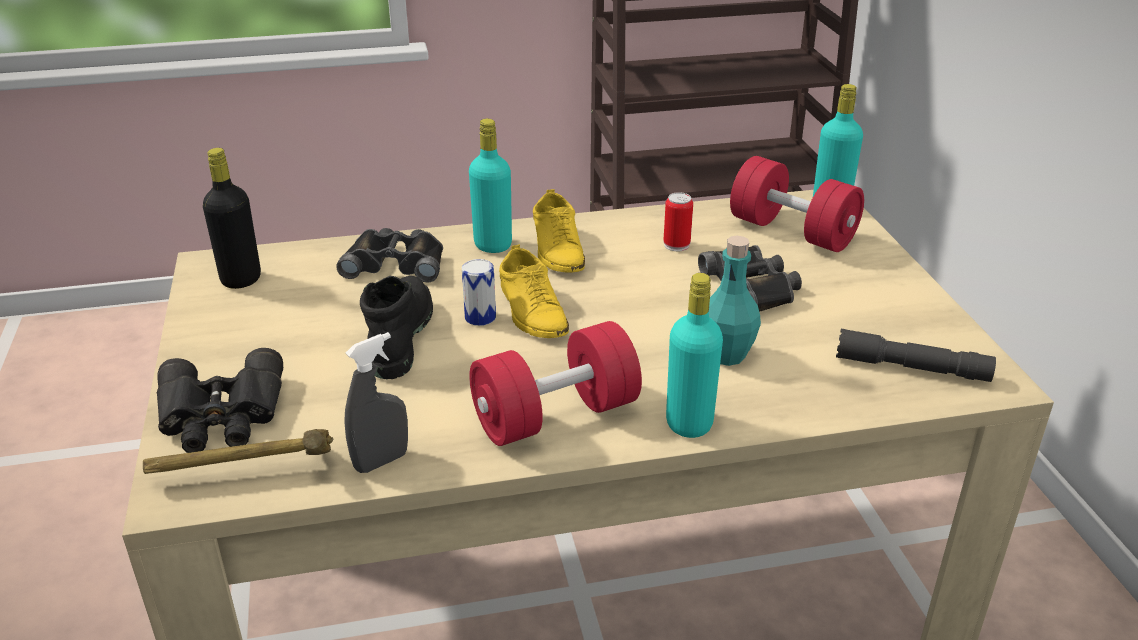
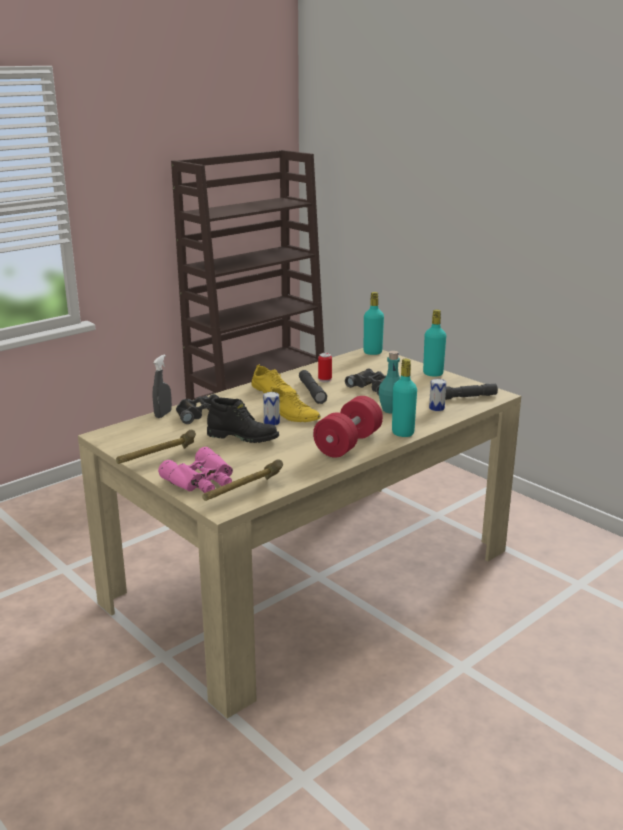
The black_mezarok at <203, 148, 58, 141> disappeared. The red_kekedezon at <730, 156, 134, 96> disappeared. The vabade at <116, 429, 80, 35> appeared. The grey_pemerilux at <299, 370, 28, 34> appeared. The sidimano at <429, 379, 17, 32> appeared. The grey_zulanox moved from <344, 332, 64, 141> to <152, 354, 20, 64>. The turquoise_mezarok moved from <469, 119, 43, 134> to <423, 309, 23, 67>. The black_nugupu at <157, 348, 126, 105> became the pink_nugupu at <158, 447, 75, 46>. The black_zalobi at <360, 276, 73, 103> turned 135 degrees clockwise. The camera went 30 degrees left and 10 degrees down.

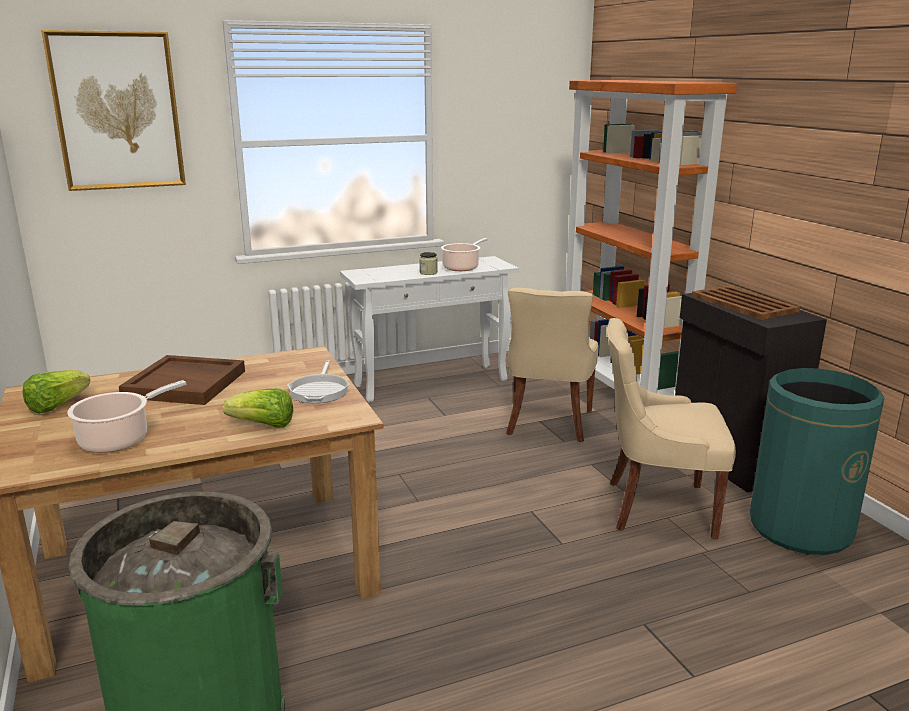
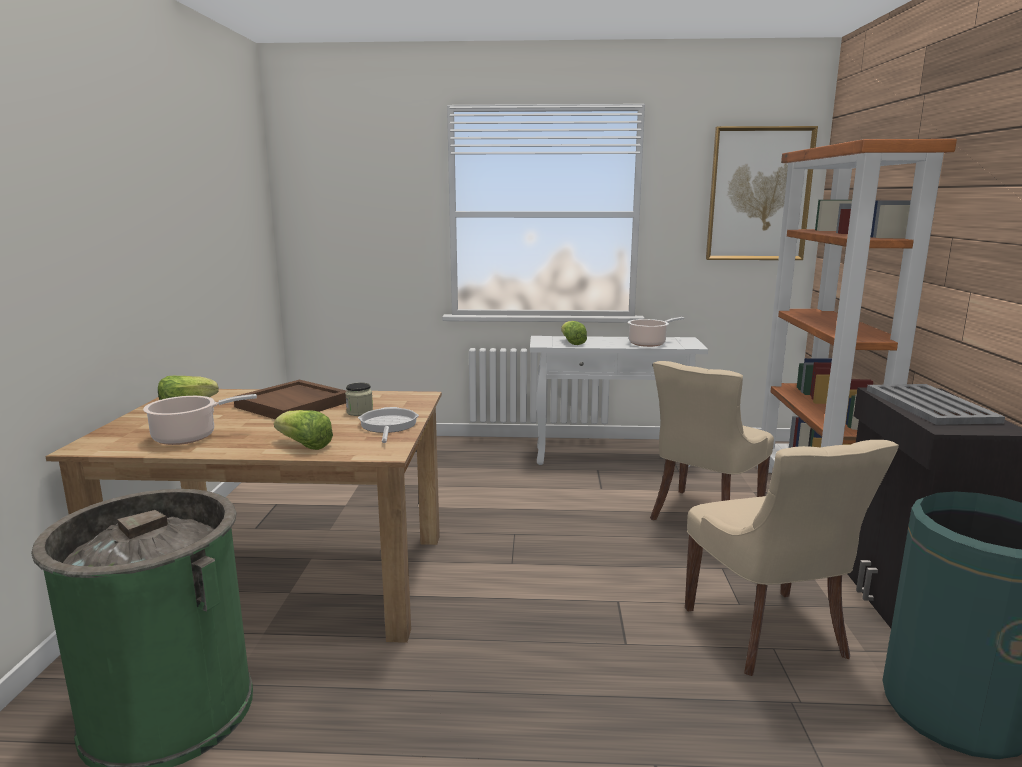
The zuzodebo at <561, 321, 26, 24> appeared. The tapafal moved from <41, 30, 145, 161> to <706, 126, 112, 134>. The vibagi moved from <419, 252, 19, 23> to <345, 383, 28, 33>. The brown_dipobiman at <692, 285, 108, 35> became the grey_dipobiman at <867, 384, 138, 41>. The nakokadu at <287, 360, 63, 43> turned 150 degrees clockwise. The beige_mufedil at <607, 318, 129, 221> turned 135 degrees counterclockwise. The camera went 25 degrees right and 5 degrees down.

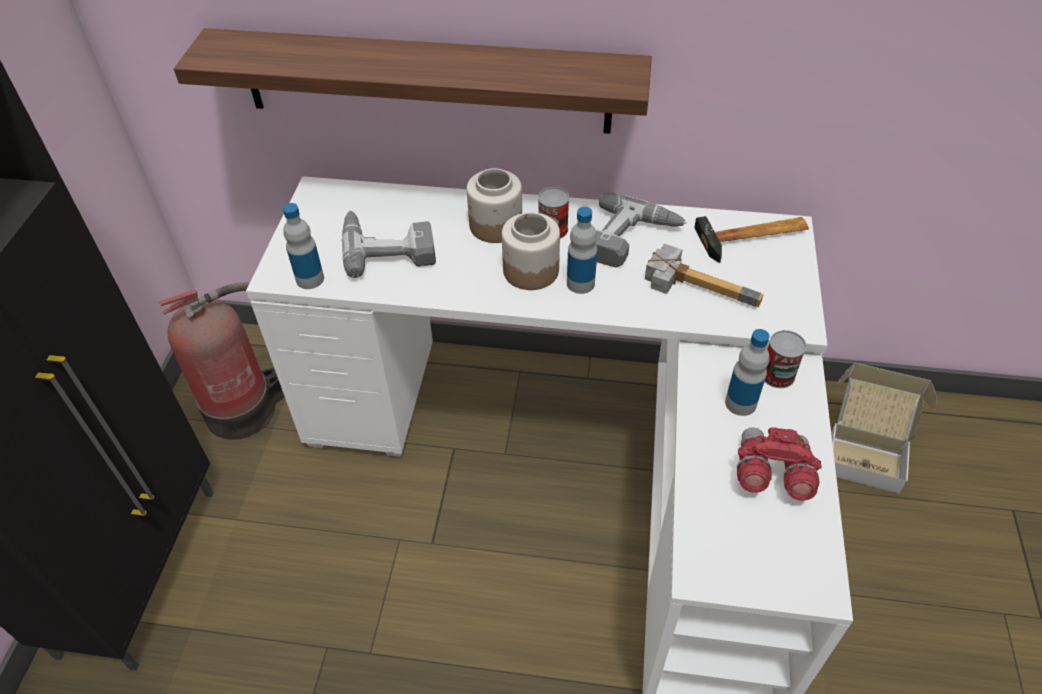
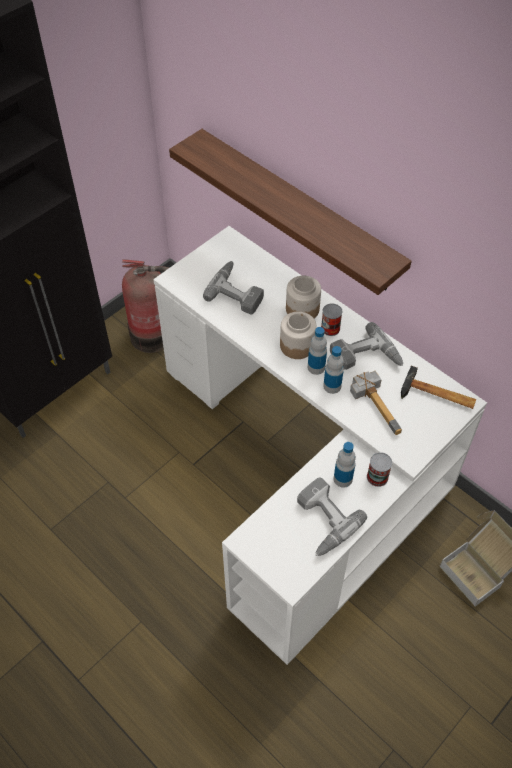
The mezarok moved from <283, 203, 41, 86> to <323, 346, 21, 48>. The red_nugupu at <737, 427, 85, 74> was replaced by the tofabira at <297, 477, 70, 79>. The camera went 35 degrees right and 5 degrees up.

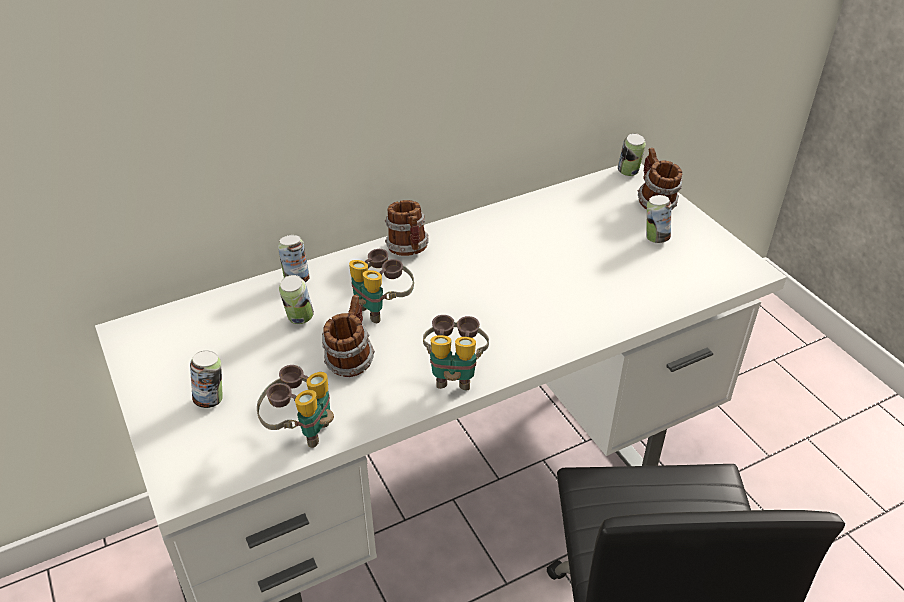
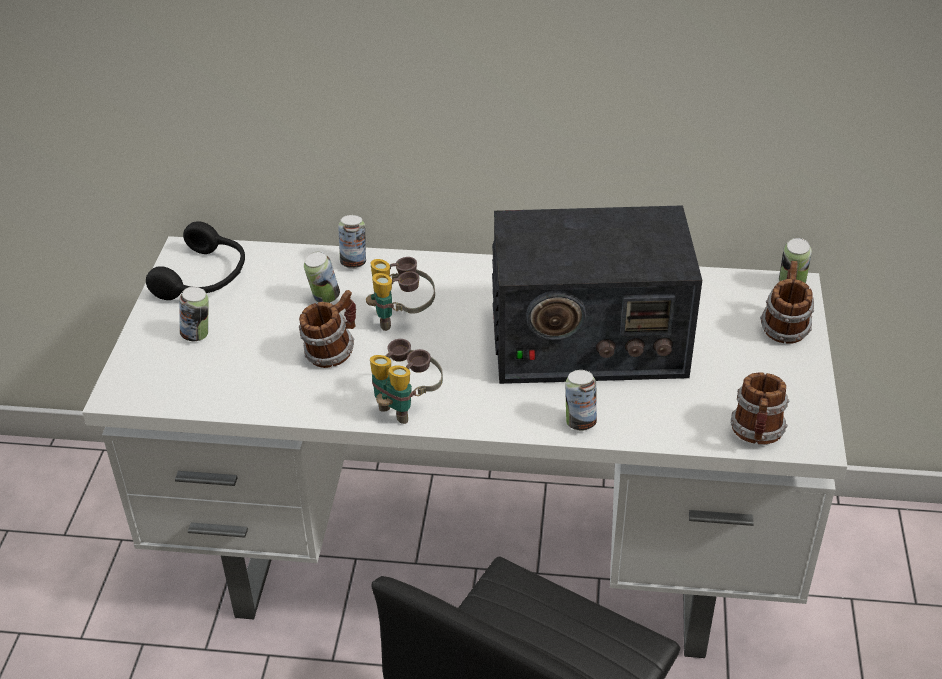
The nugupu at <257, 365, 77, 83> disappeared. The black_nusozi at <146, 221, 99, 79> appeared. The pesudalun at <492, 205, 210, 179> appeared. The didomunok moved from <385, 200, 44, 56> to <731, 372, 58, 72>. The sidimano moved from <646, 195, 26, 49> to <565, 370, 32, 61>. The camera went 35 degrees right and 0 degrees up.

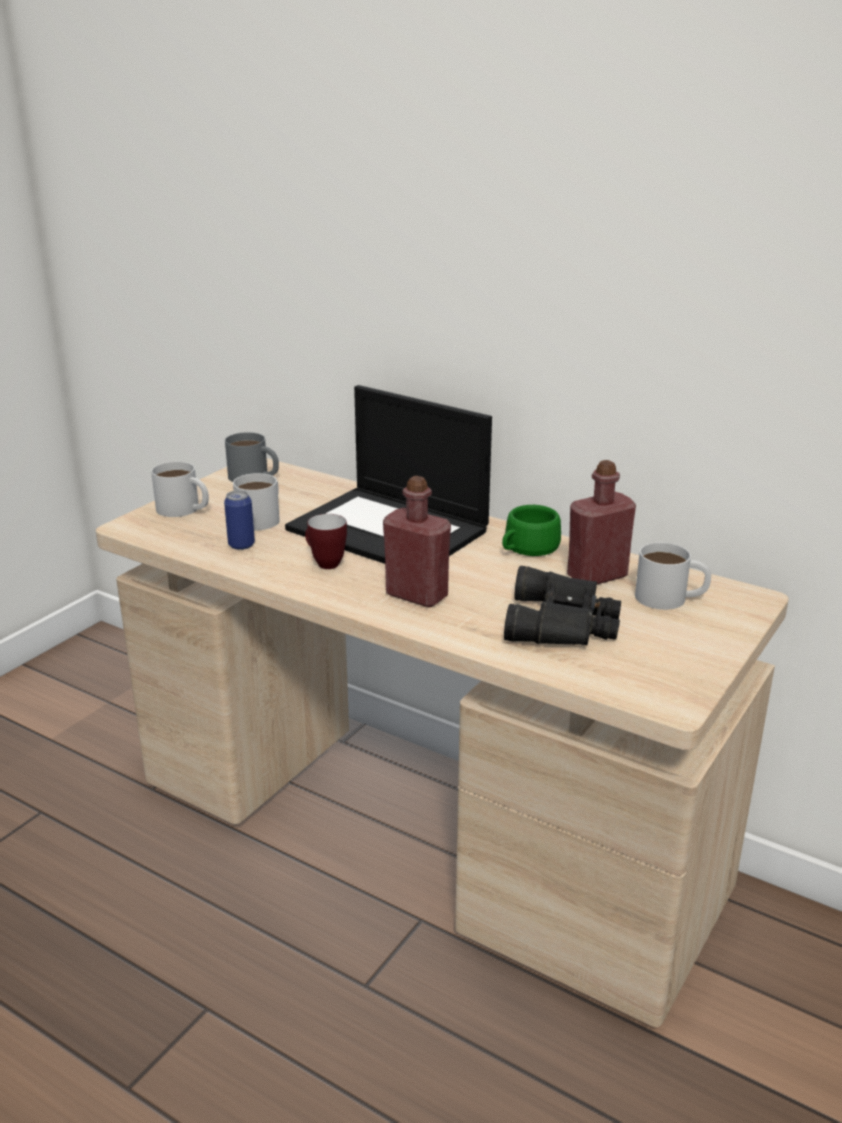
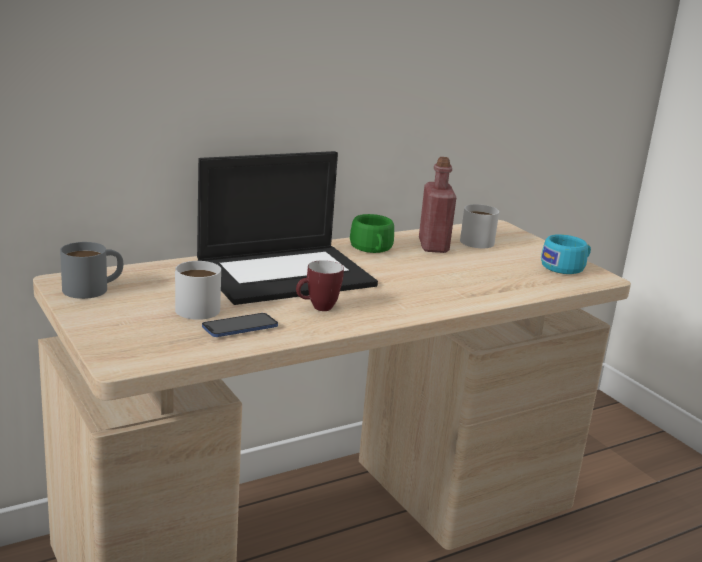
The white_didomunok at <151, 461, 58, 56> disappeared. The red_mezarok at <383, 476, 68, 132> disappeared. The black_nugupu at <504, 566, 117, 79> disappeared. The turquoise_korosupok at <541, 234, 50, 40> appeared. The sidimano at <224, 490, 31, 60> was replaced by the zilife at <202, 313, 76, 24>. The camera went 65 degrees left and 5 degrees down.

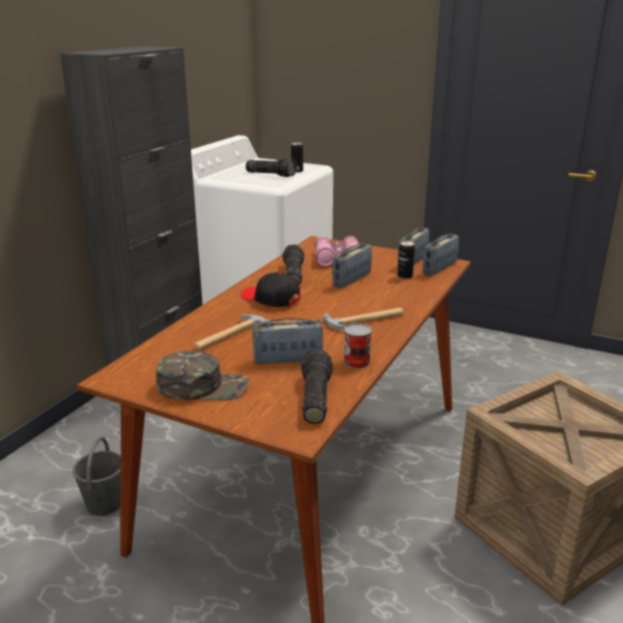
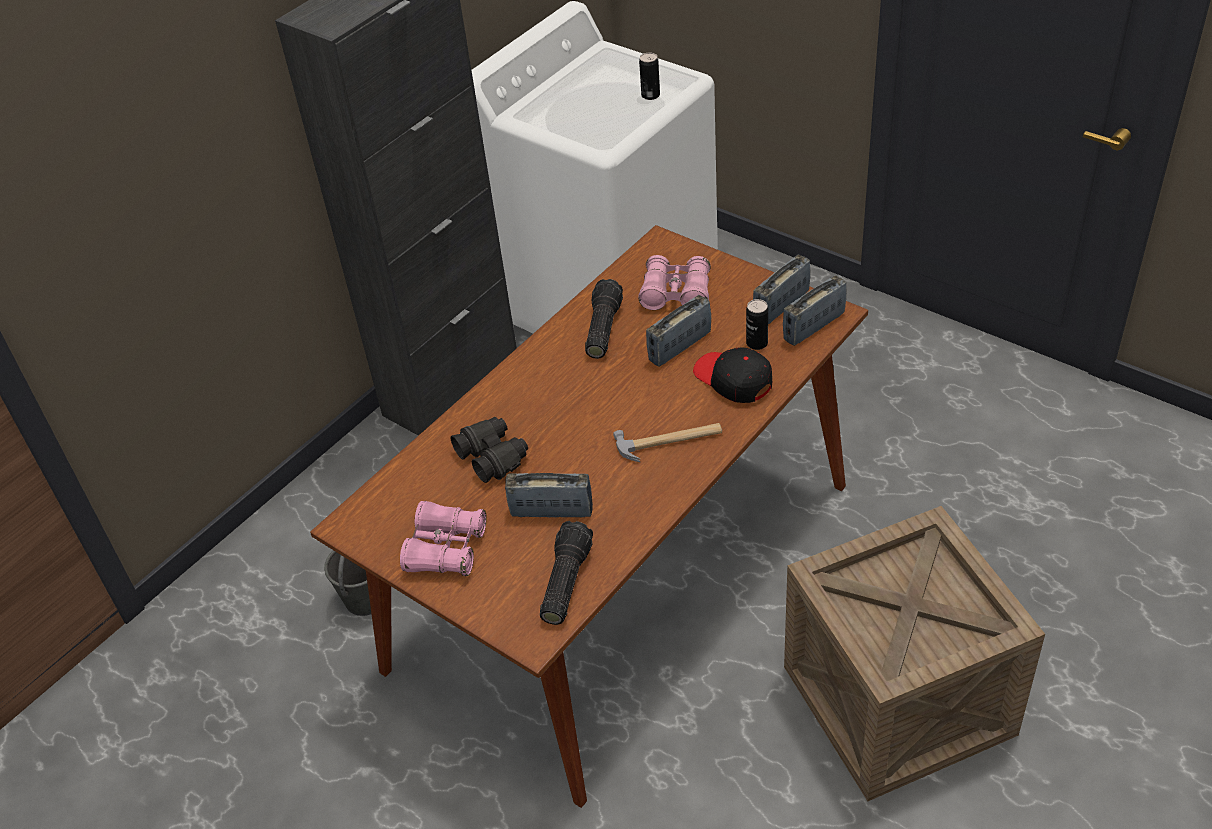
The pemerilux at <246, 158, 50, 19> disappeared. The sidimano at <344, 323, 28, 46> disappeared. The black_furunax moved from <240, 272, 60, 35> to <693, 347, 79, 56>. The green_furunax at <156, 351, 93, 49> was replaced by the pink_nugupu at <400, 501, 87, 75>. The vabade at <194, 315, 77, 35> was replaced by the black_nugupu at <451, 417, 77, 66>. The camera went 15 degrees right and 20 degrees up.

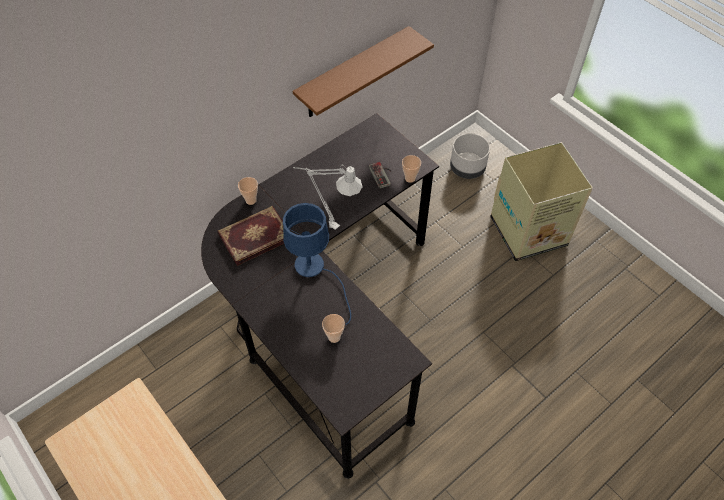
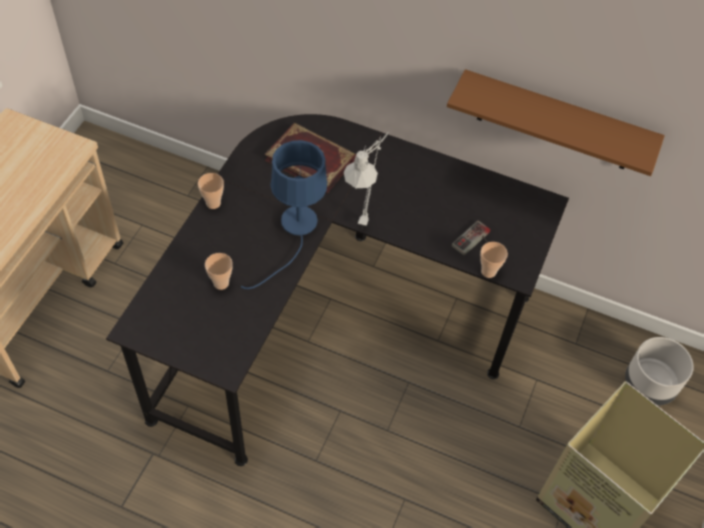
The korosupok moved from <238, 177, 20, 28> to <198, 173, 26, 36>. The camera went 60 degrees right and 0 degrees up.

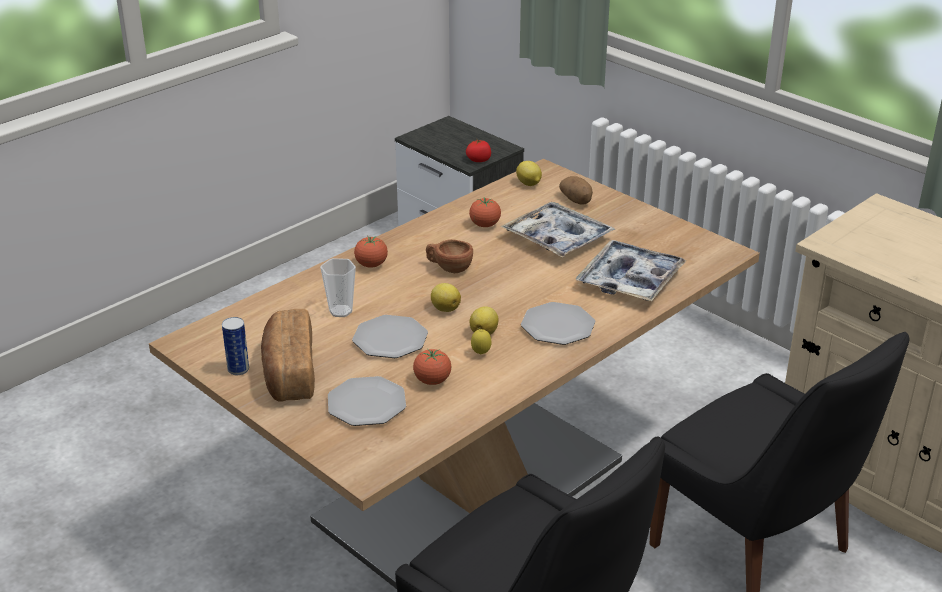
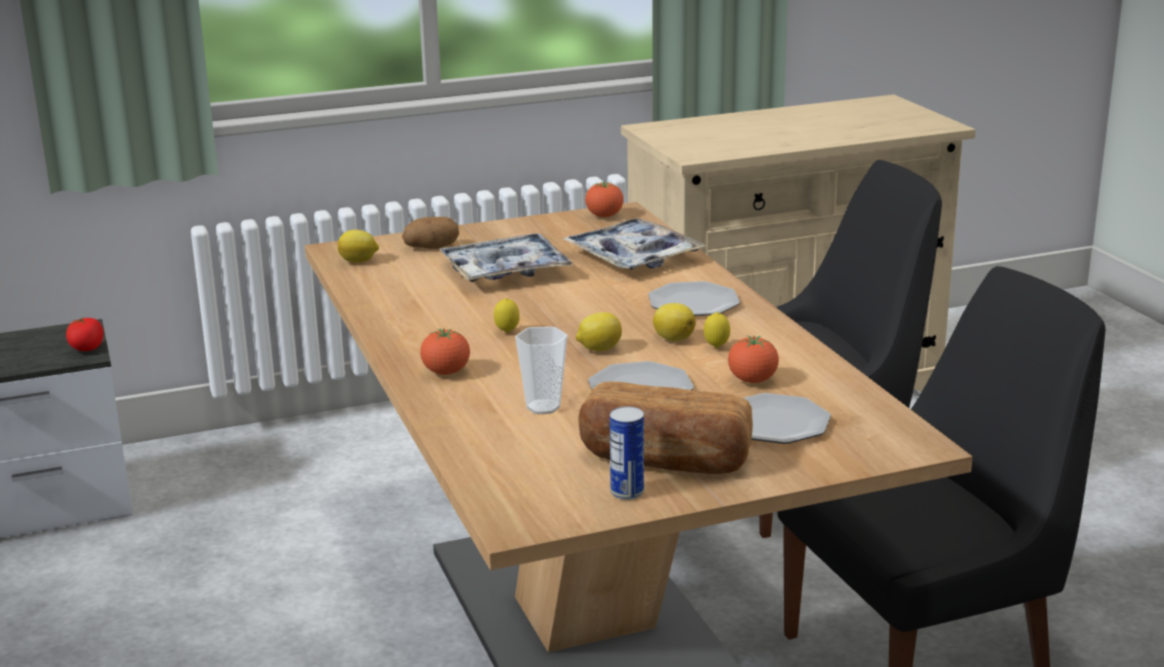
The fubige moved from <469, 197, 32, 30> to <585, 181, 39, 36>. The brown_korosupok at <426, 239, 47, 34> was replaced by the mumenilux at <494, 298, 26, 35>. The camera went 65 degrees left and 10 degrees down.

